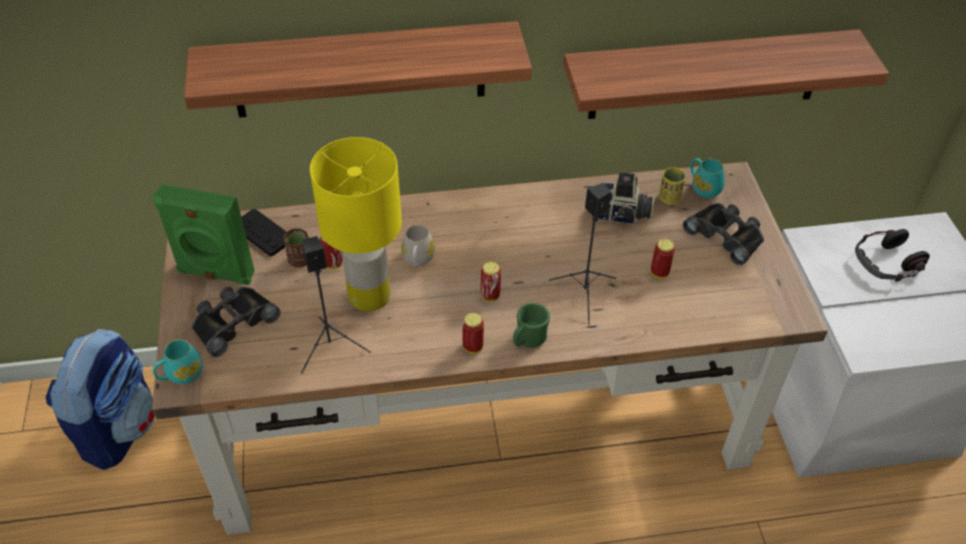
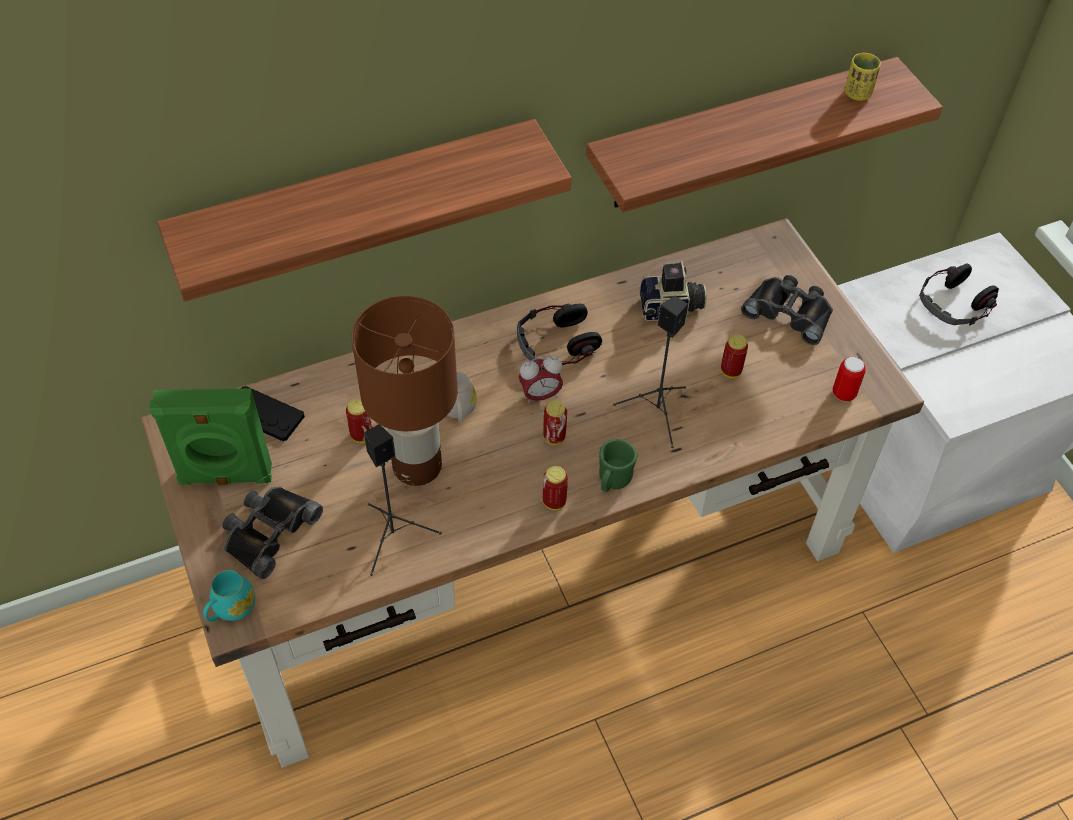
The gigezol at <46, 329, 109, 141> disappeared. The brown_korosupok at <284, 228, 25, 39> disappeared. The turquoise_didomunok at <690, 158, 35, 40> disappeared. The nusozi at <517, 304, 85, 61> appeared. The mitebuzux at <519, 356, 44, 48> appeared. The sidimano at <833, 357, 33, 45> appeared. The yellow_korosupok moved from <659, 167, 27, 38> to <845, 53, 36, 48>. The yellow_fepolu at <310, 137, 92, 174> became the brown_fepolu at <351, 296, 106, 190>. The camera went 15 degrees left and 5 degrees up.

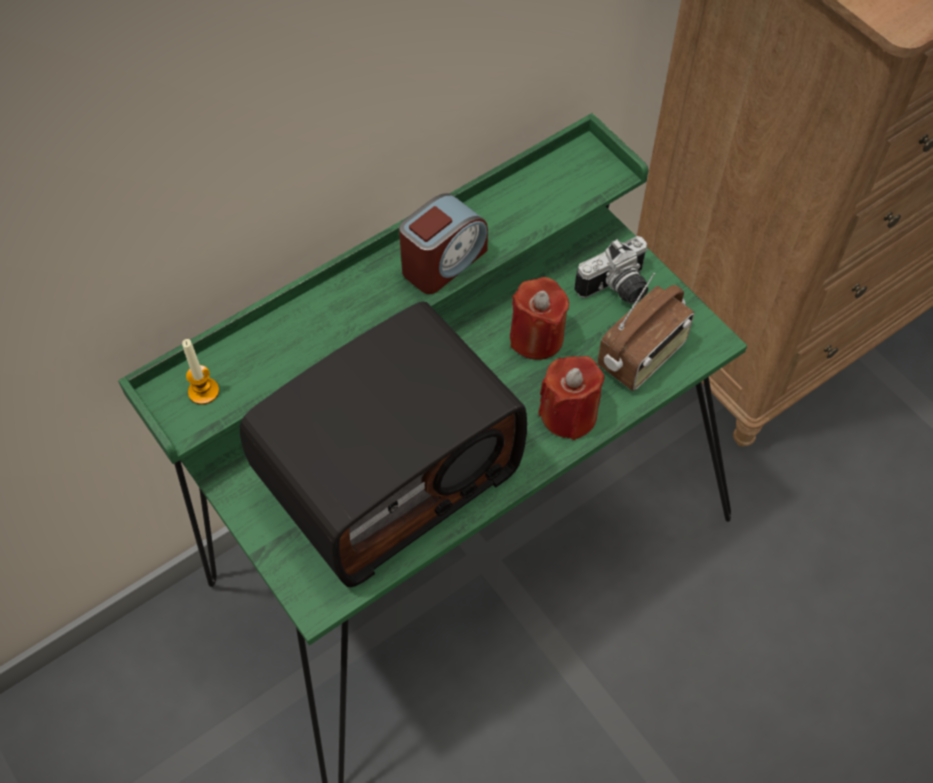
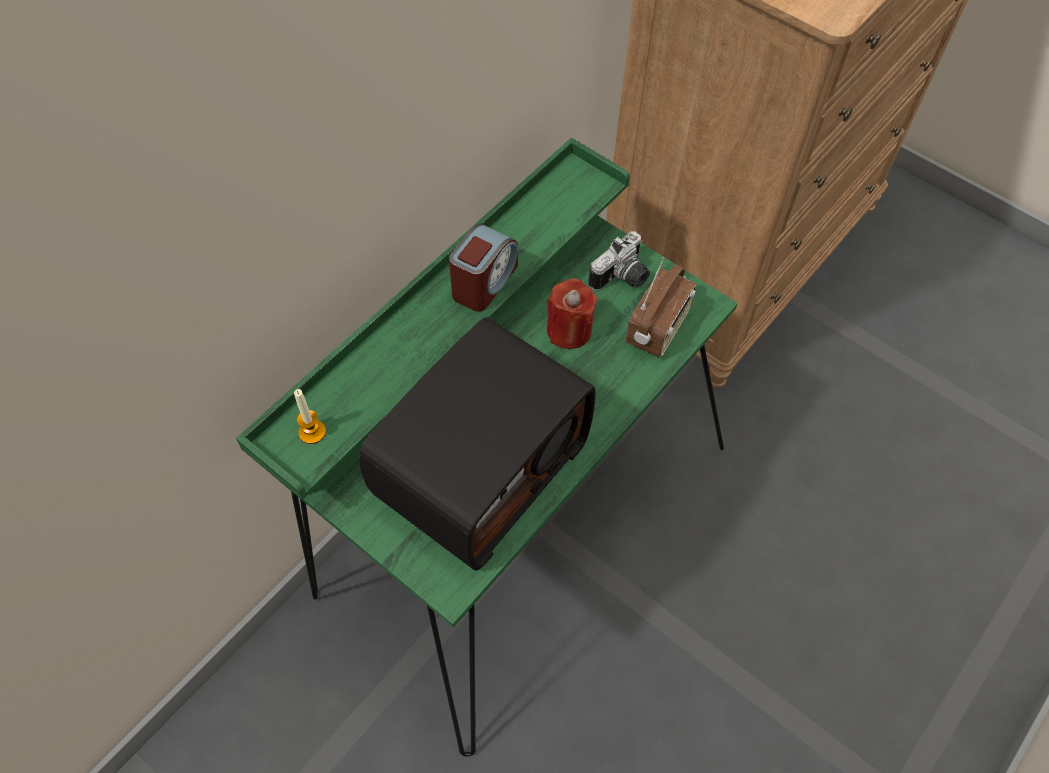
The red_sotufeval at <538, 356, 67, 84> disappeared. The camera went 15 degrees left and 0 degrees up.

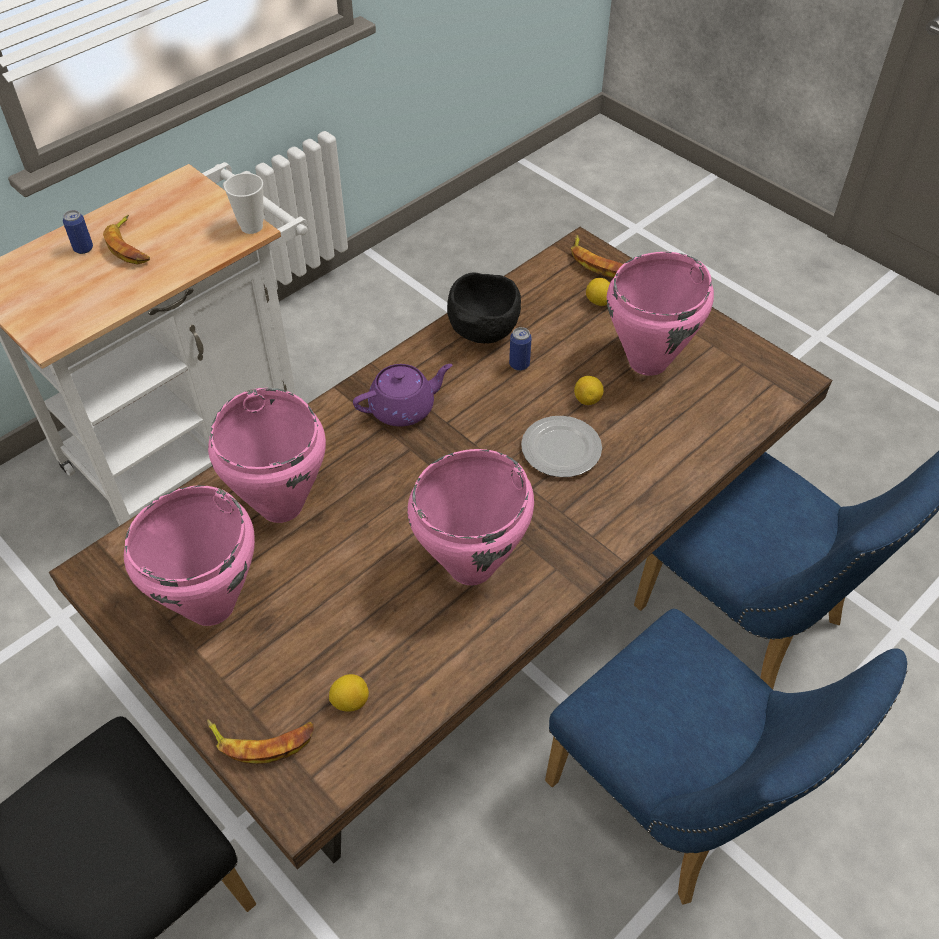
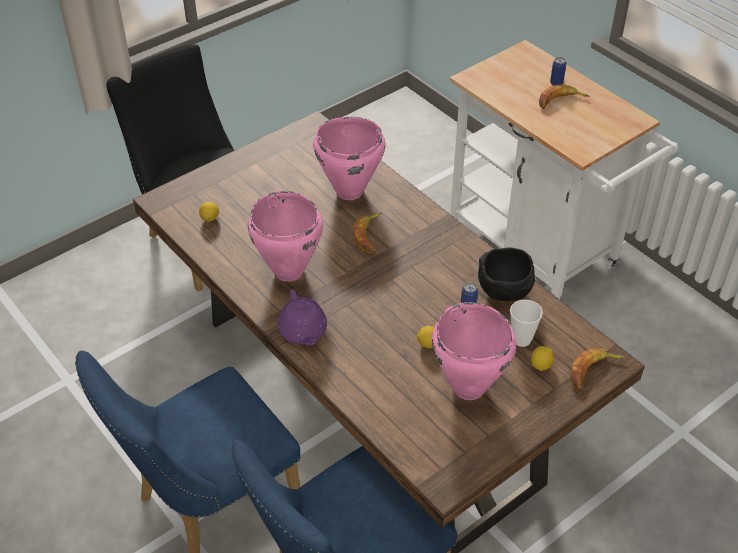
The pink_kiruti at <124, 485, 131, 141> disappeared. The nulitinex at <521, 416, 81, 61> disappeared. The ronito moved from <207, 720, 107, 44> to <354, 212, 28, 41>. The korosupok moved from <224, 173, 40, 61> to <510, 300, 33, 47>. The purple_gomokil moved from <353, 364, 100, 63> to <278, 289, 49, 56>. The camera went 95 degrees right and 5 degrees down.

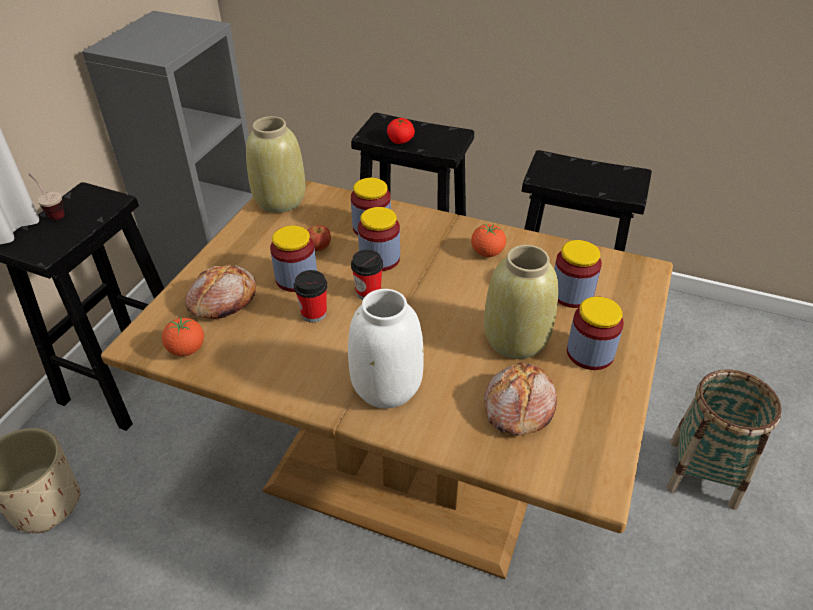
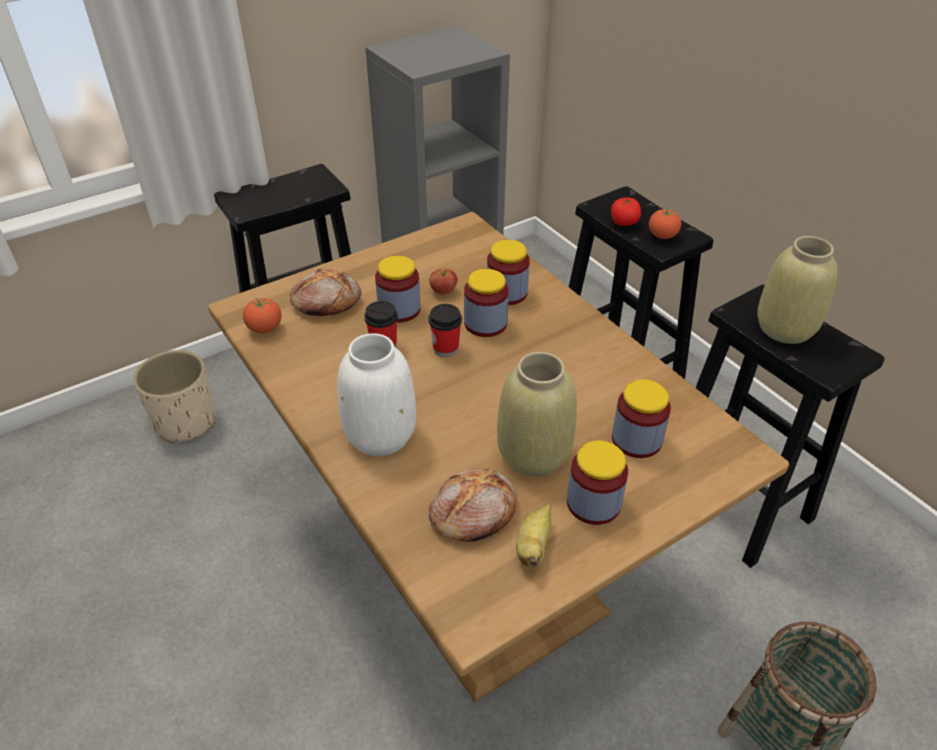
The korosupok at <29, 174, 36, 46> disappeared. The ronito at <516, 504, 35, 64> appeared. The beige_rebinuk moved from <246, 116, 60, 97> to <758, 236, 80, 108>. The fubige moved from <471, 224, 35, 33> to <649, 208, 32, 31>. The camera went 35 degrees right and 0 degrees up.

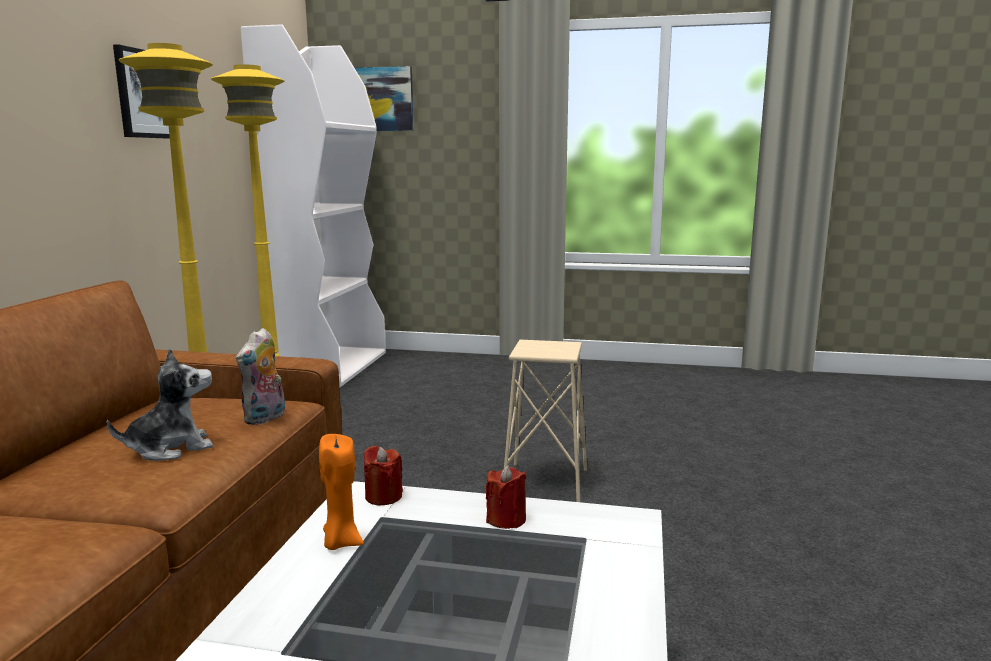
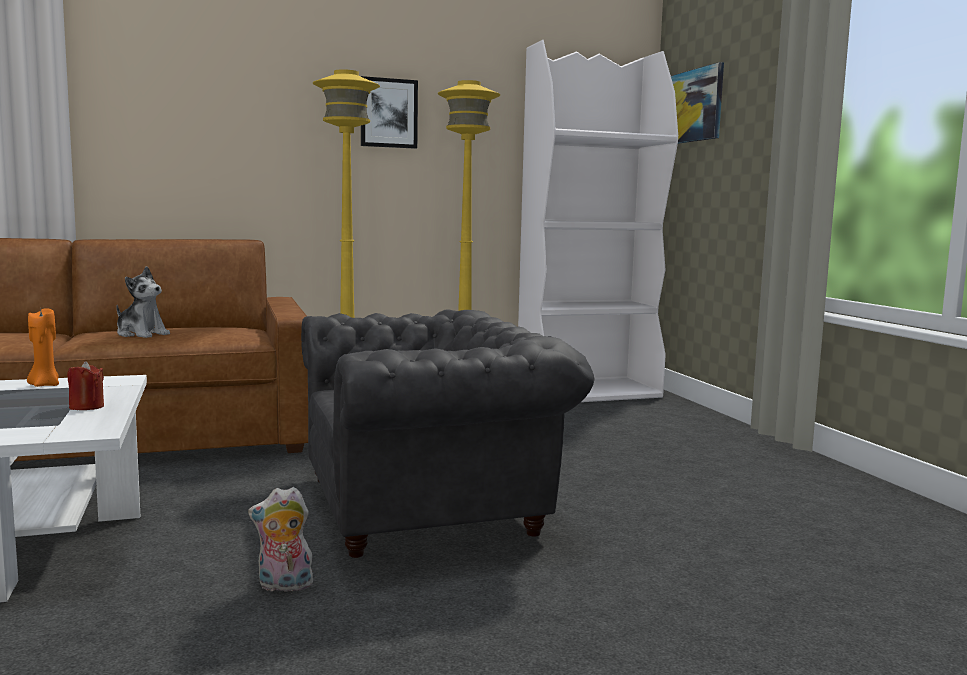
The red_sotufeval at <364, 446, 39, 59> disappeared. The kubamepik moved from <236, 328, 49, 97> to <248, 487, 67, 107>. The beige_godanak at <504, 340, 83, 162> was replaced by the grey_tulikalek at <301, 310, 293, 248>. The camera went 60 degrees right and 5 degrees down.

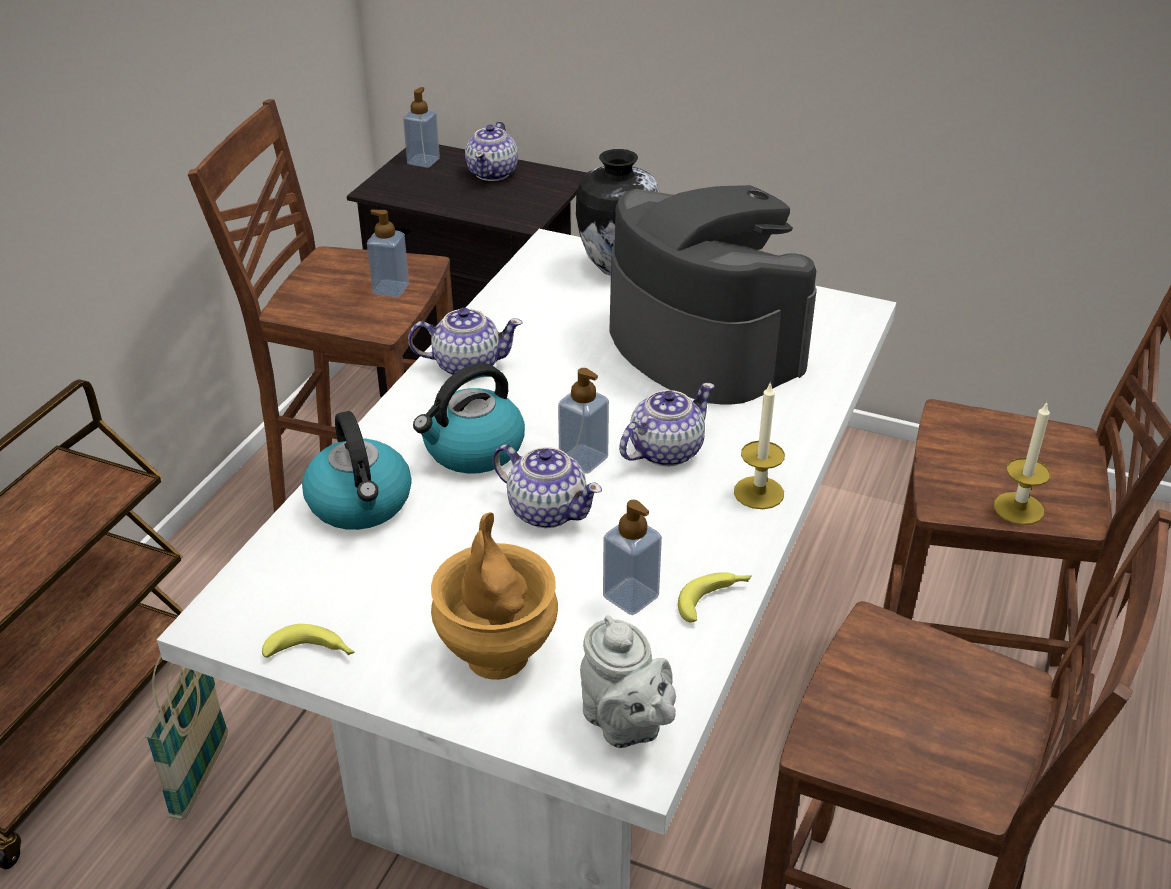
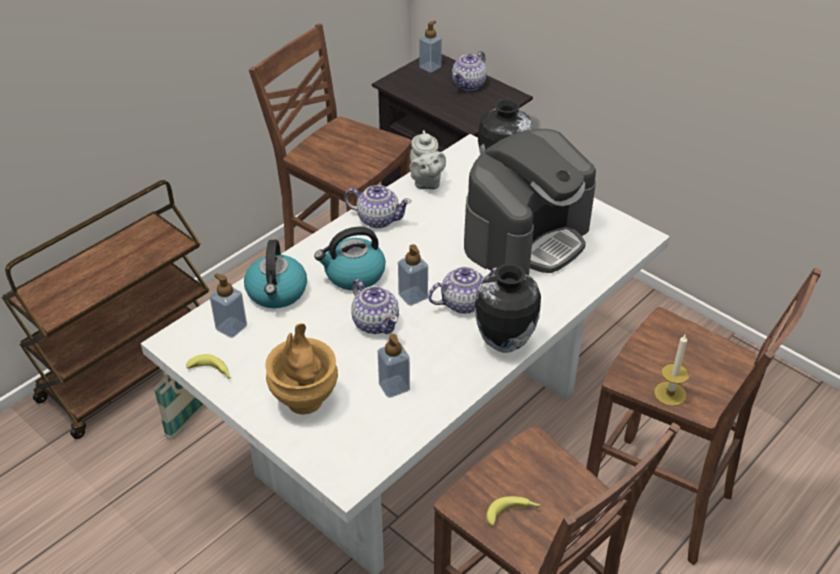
The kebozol moved from <367, 210, 42, 88> to <210, 273, 37, 65>. The grey_gomokil moved from <580, 615, 96, 133> to <409, 130, 37, 60>. The ronito moved from <678, 572, 74, 50> to <486, 496, 55, 30>. The sotufeval at <734, 381, 51, 128> was replaced by the rebinuk at <474, 264, 67, 89>. The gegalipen at <609, 185, 208, 220> turned 60 degrees clockwise. The camera went 20 degrees right and 5 degrees up.

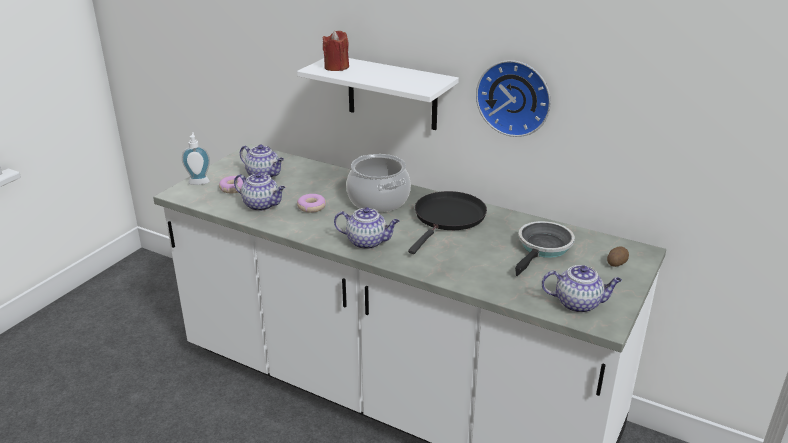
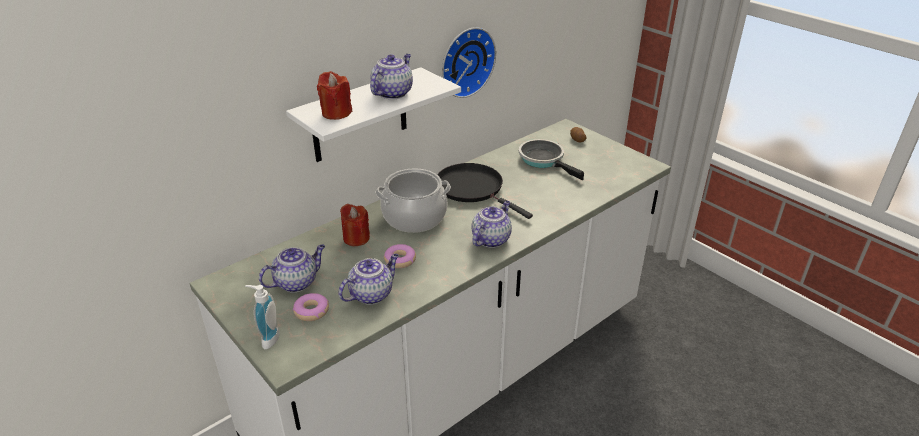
The red_sotufeval at <340, 204, 30, 42> appeared. The gomokil moved from <541, 265, 81, 48> to <370, 54, 43, 45>. The camera went 70 degrees left and 5 degrees up.

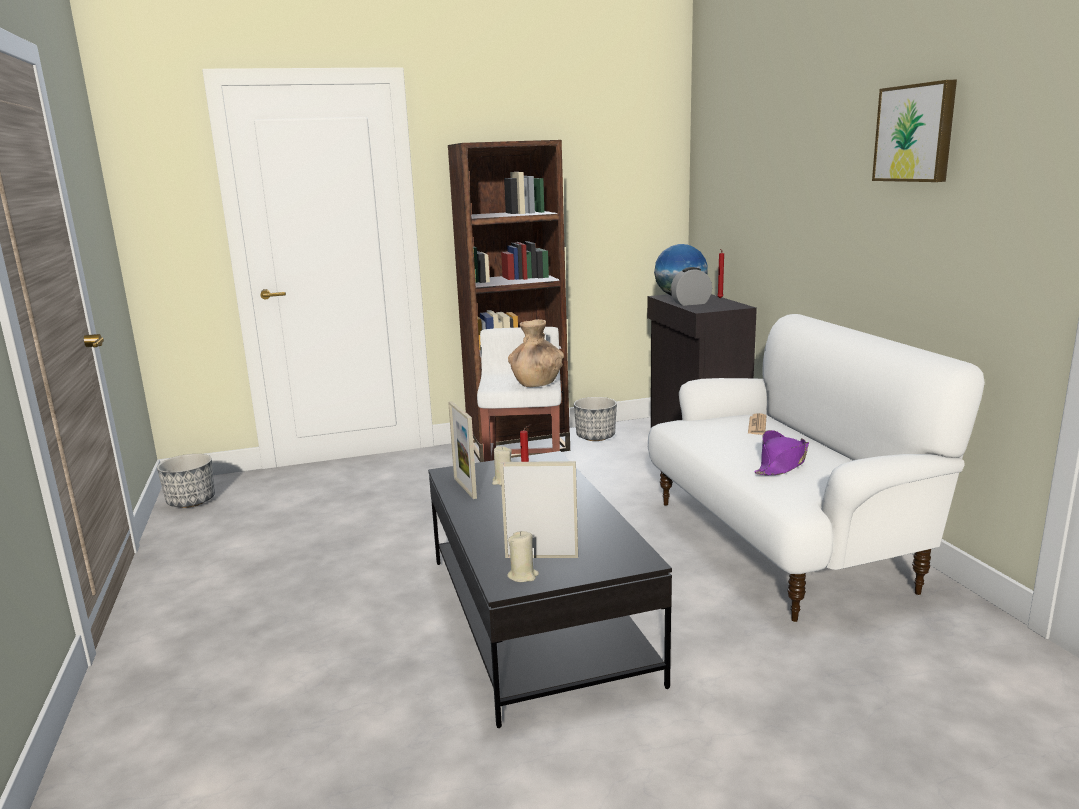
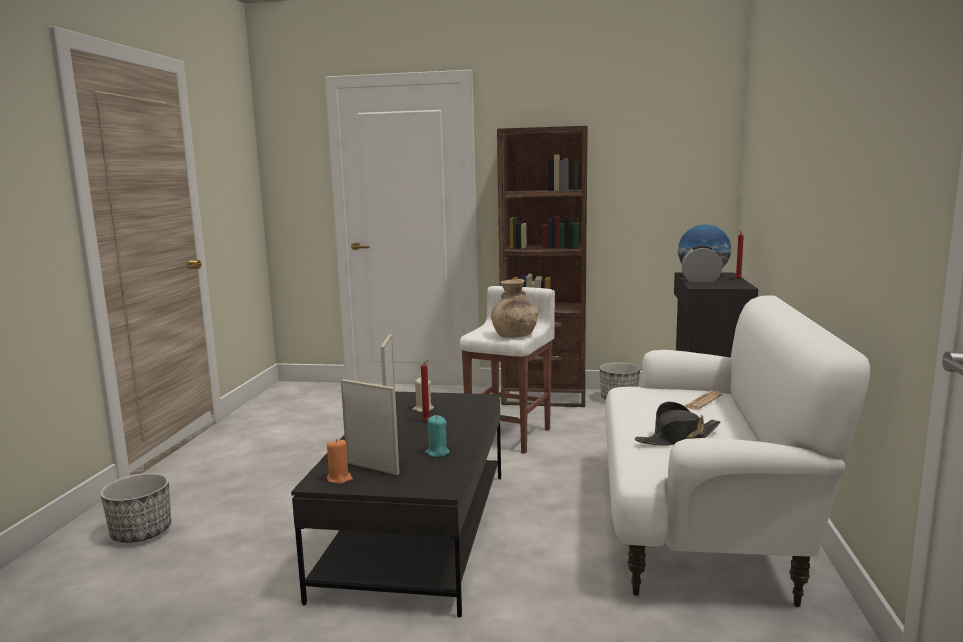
The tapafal at <872, 80, 85, 102> disappeared. The turquoise_sotufeval at <425, 415, 25, 42> appeared. The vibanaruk moved from <157, 454, 58, 54> to <100, 473, 71, 70>. The beige_sotufeval at <507, 531, 32, 51> became the orange_sotufeval at <327, 439, 26, 45>. The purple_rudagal at <755, 430, 54, 45> became the black_rudagal at <635, 401, 85, 45>. The camera went 25 degrees right and 5 degrees down.

